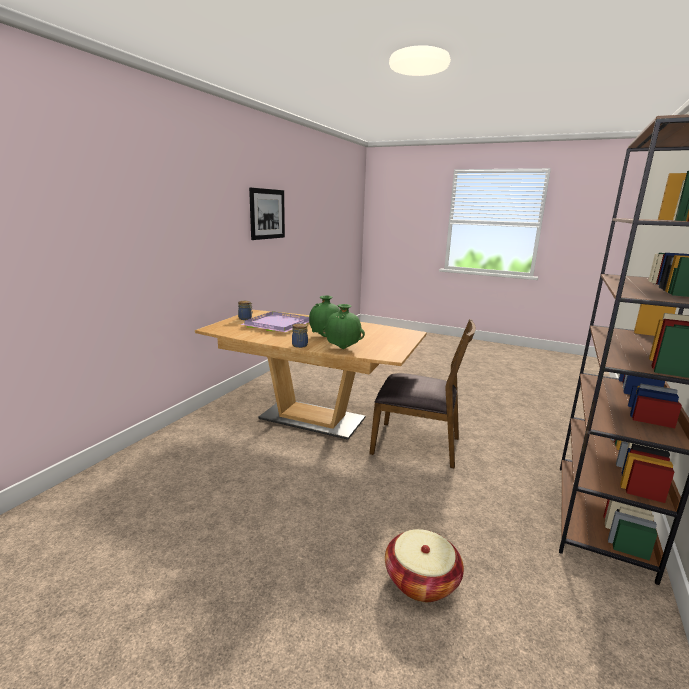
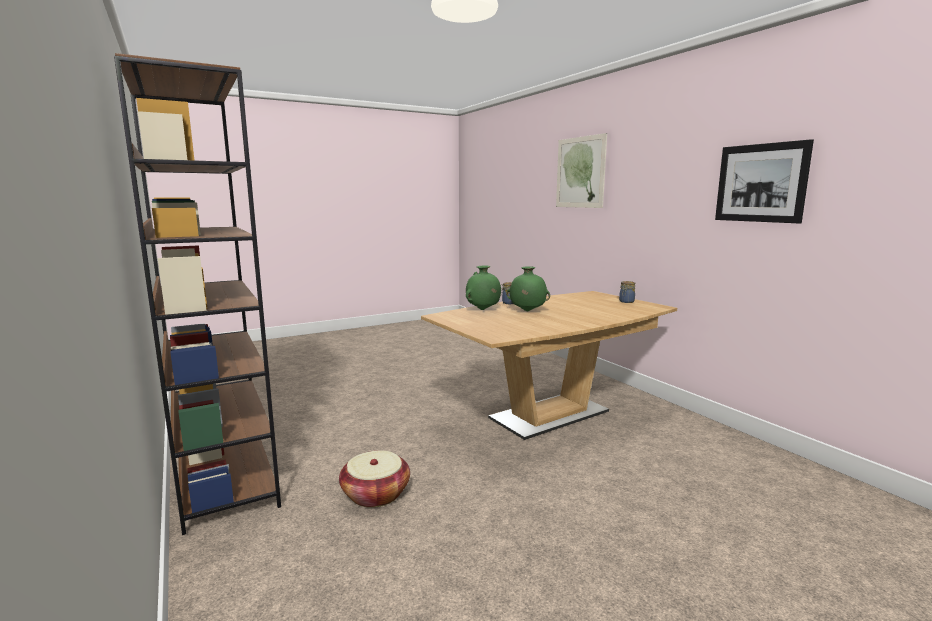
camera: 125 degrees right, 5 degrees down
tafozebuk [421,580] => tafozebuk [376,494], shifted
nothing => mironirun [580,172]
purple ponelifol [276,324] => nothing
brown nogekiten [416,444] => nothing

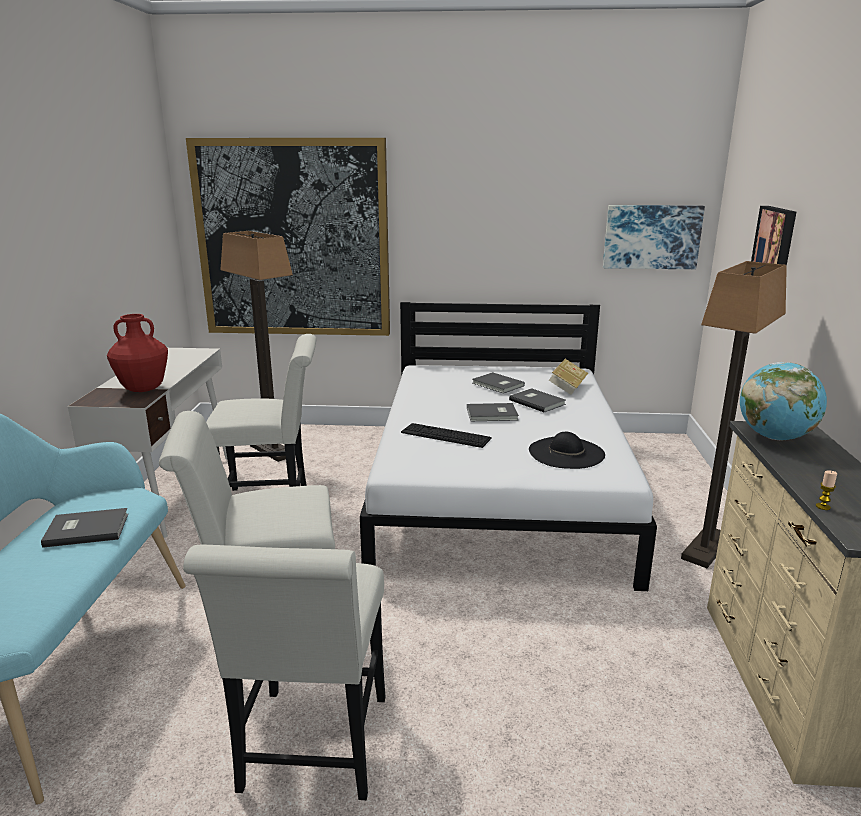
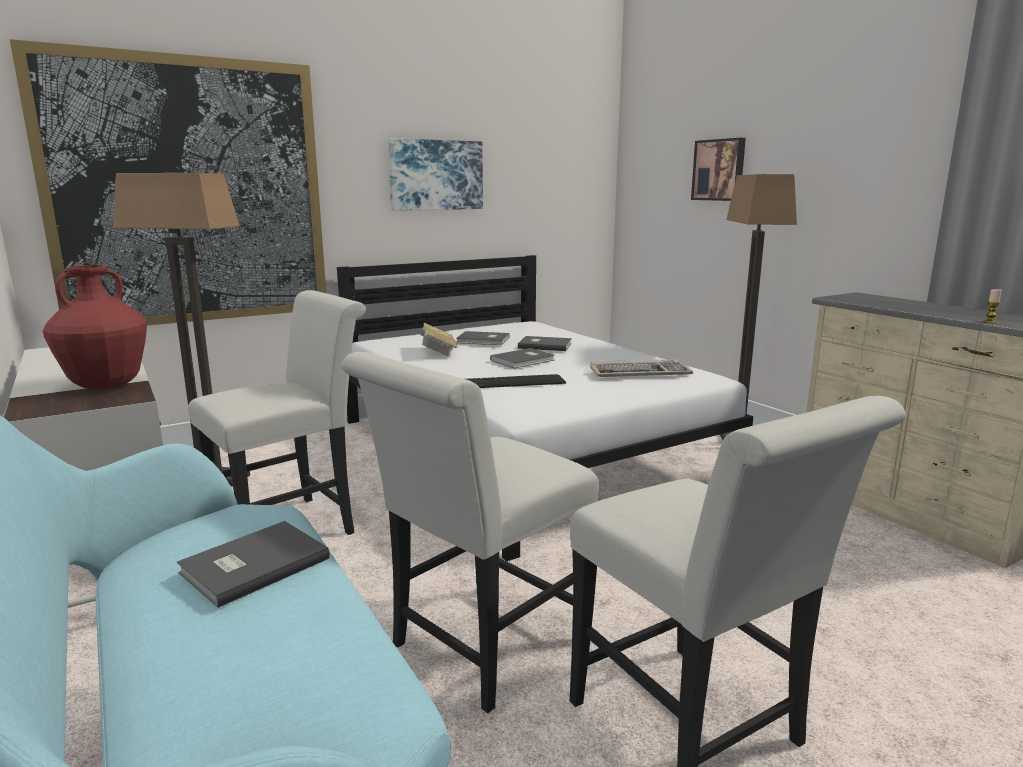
camera: 35 degrees left, 5 degrees down
mironirun [651,237] => mironirun [435,175], shifted
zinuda [567,387] => zinuda [438,352], shifted
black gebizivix [566,452] => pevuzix [640,372]
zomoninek [775,437] => nothing

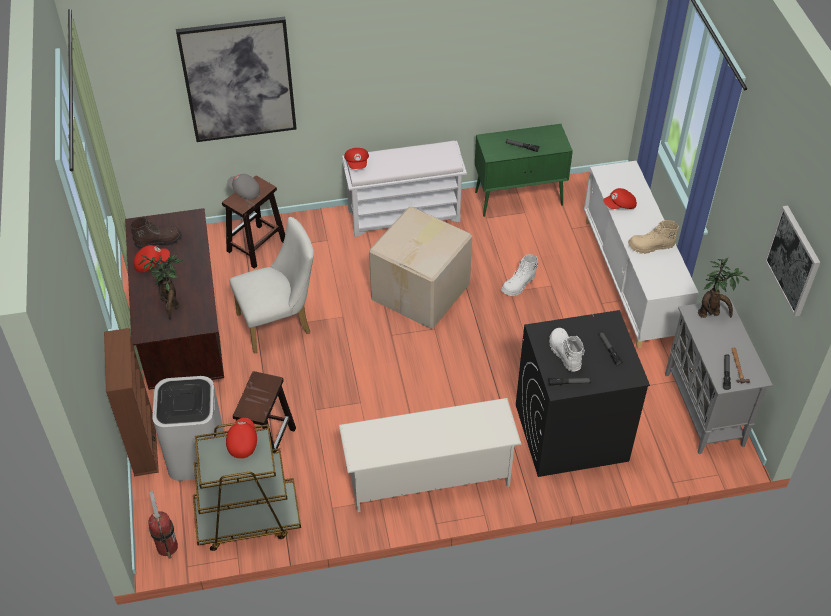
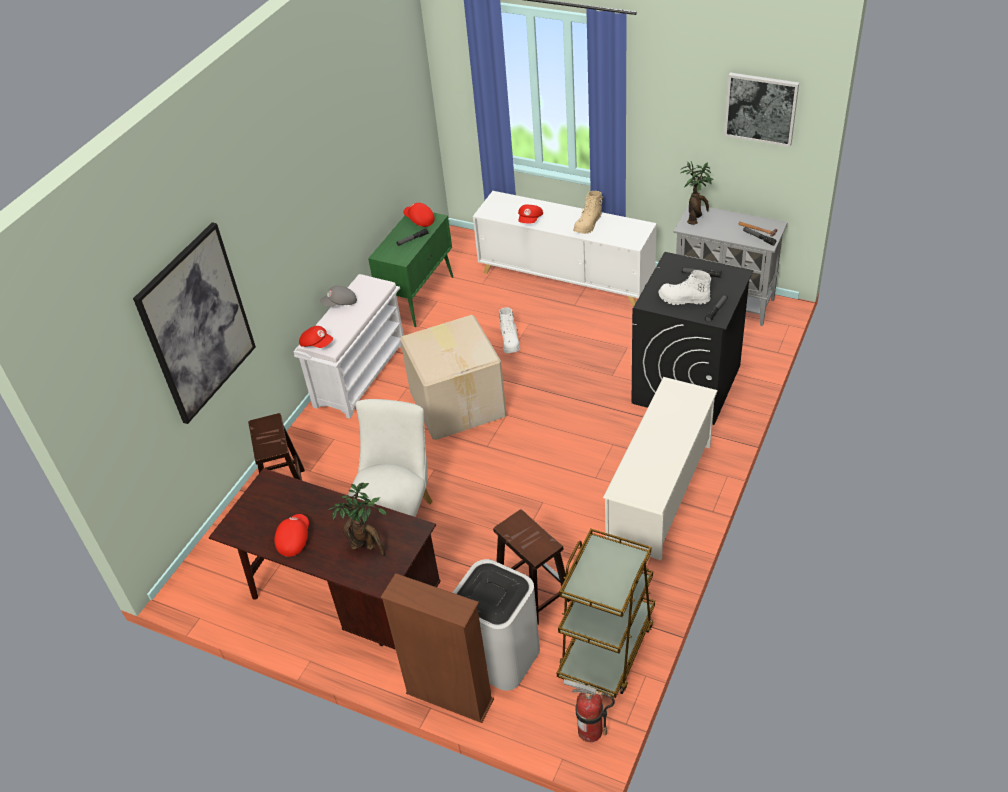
camera: 50 degrees left, 5 degrees down
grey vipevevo [244,191] => grey vipevevo [340,304], shifted
red vipevevo [242,442] => red vipevevo [419,220], shifted
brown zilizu [158,241] => nothing

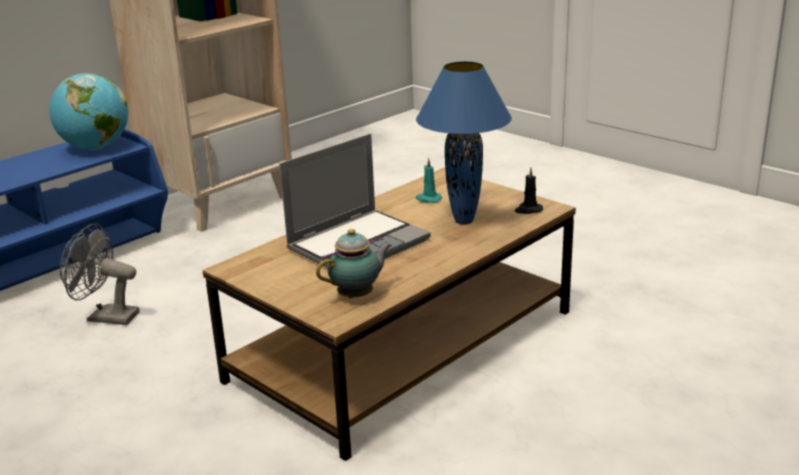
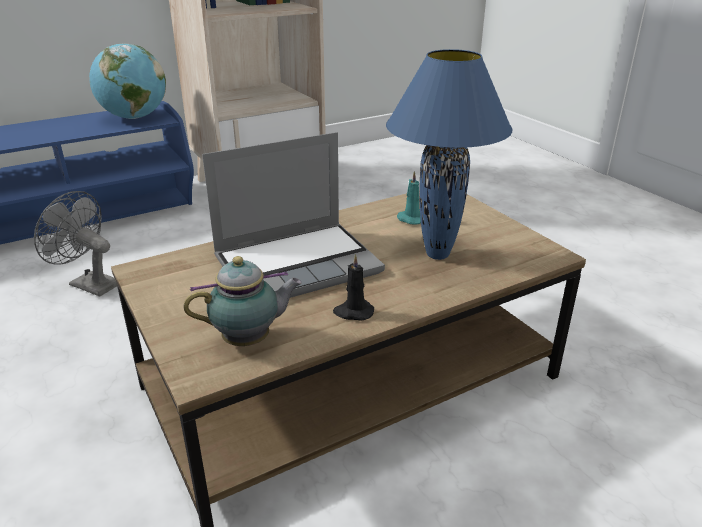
camera: 15 degrees right, 5 degrees up
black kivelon [528,210] => black kivelon [353,312], shifted

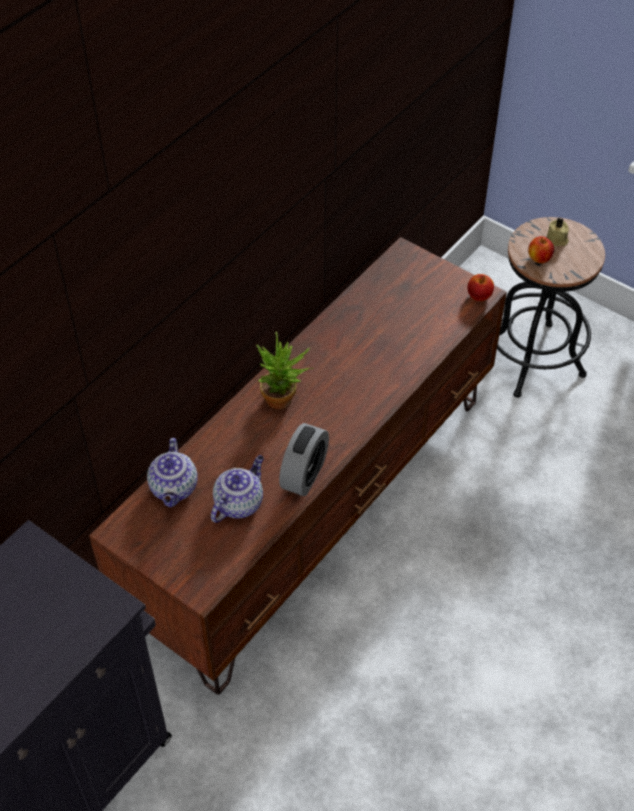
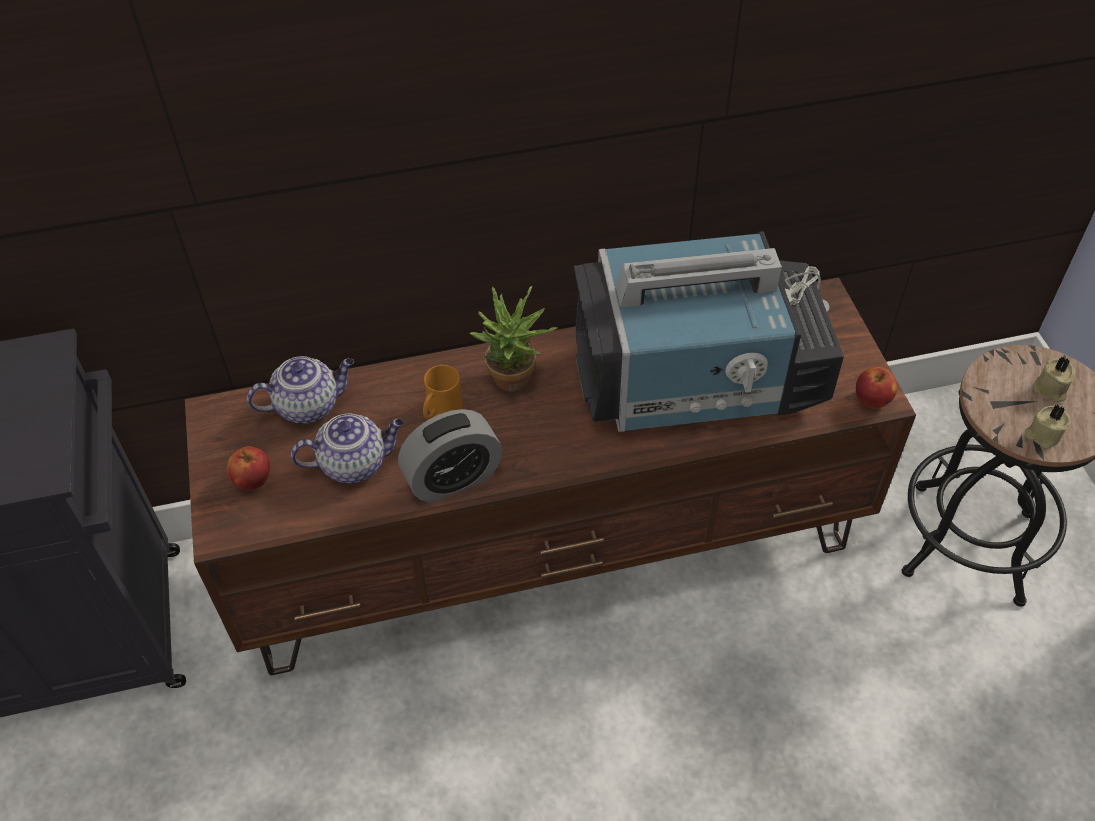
camera: 40 degrees right, 0 degrees up
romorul [539,259] => romorul [253,480], shifted
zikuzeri [174,489] => zikuzeri [309,405], 150 degrees counterclockwise
nothing => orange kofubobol [441,411]
nothing => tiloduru [700,378]
nothing => beige kivelon [1042,435]

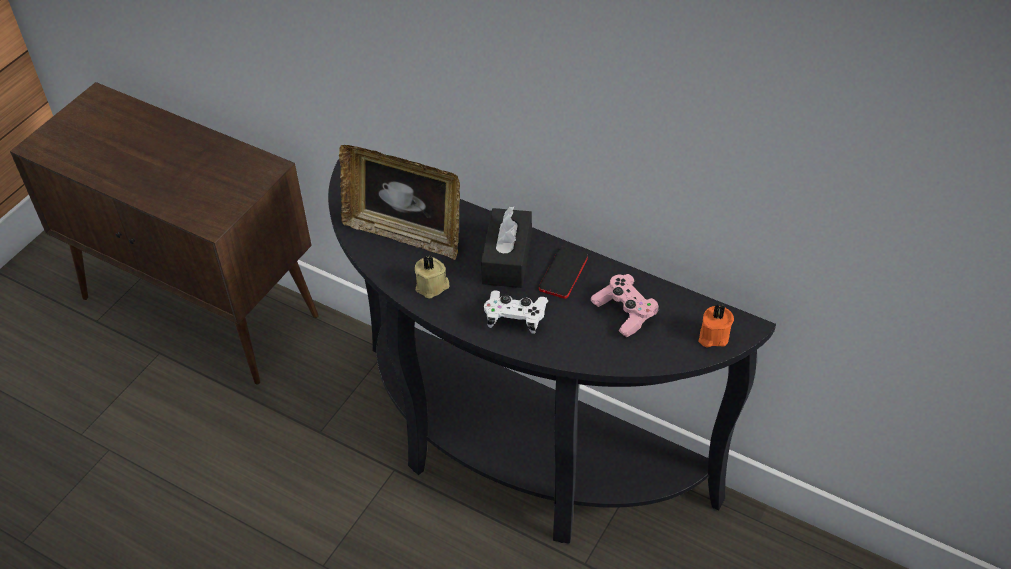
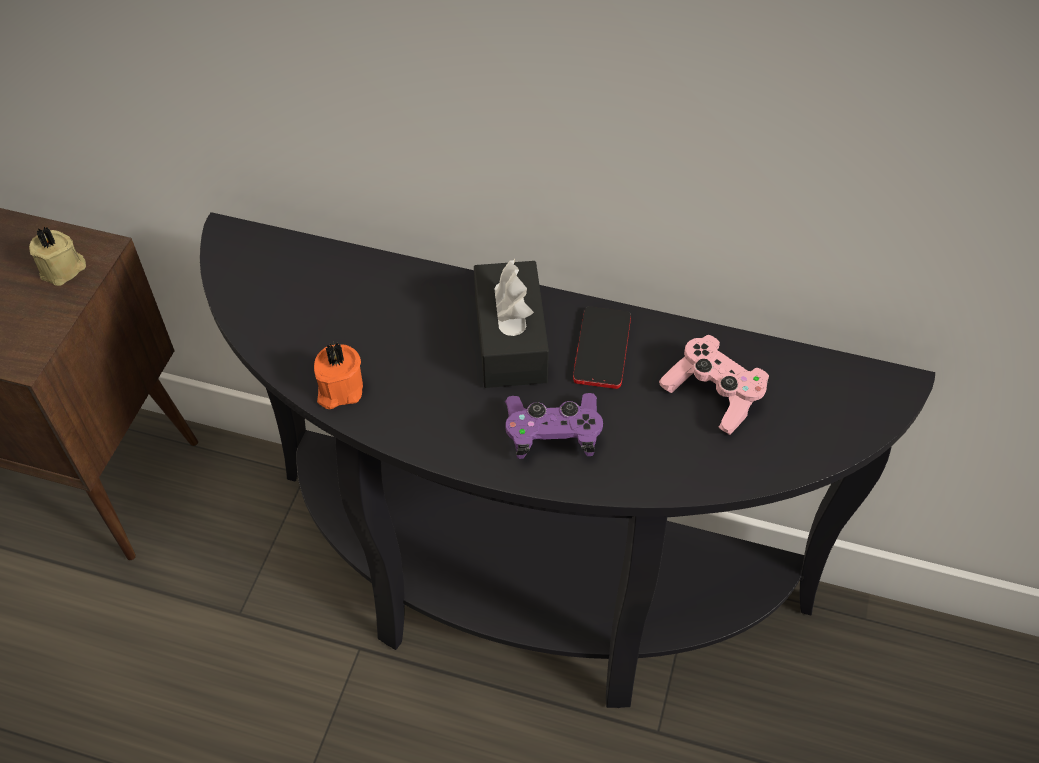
camera: 15 degrees left, 5 degrees up
beige kivelon [432,286] => beige kivelon [63,269], shifted
orange kivelon [713,336] => orange kivelon [339,389], shifted
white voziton [515,318] => purple voziton [552,434]
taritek [404,233] => nothing

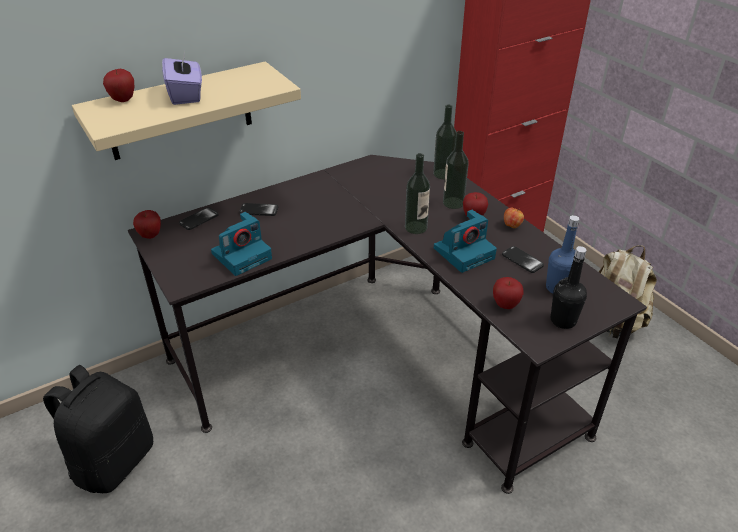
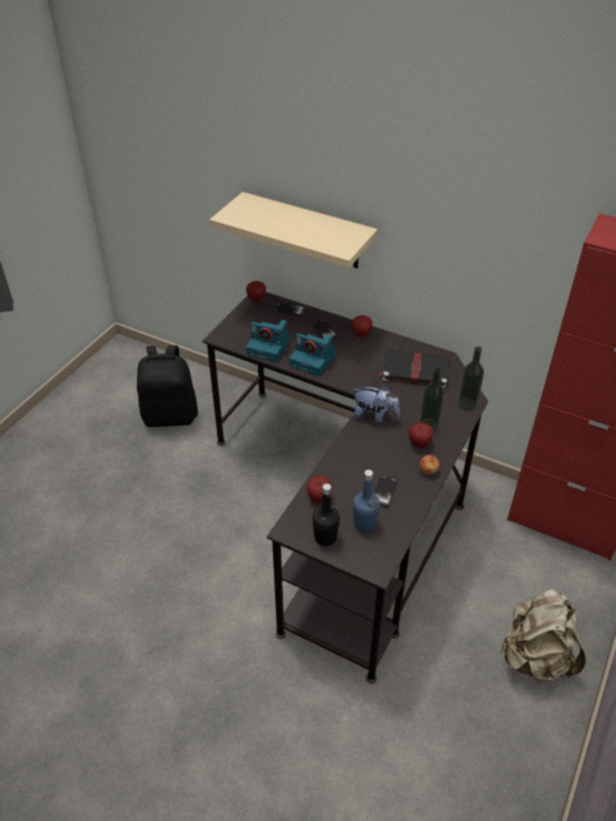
camera: 60 degrees right, 5 degrees up
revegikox [464,252] => revegikox [314,360], shifted
romorul [123,100] => romorul [361,335], shifted
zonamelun [416,227] => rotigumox [374,416]
nothing => black zinuda [414,370]
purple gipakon [186,95] => nothing

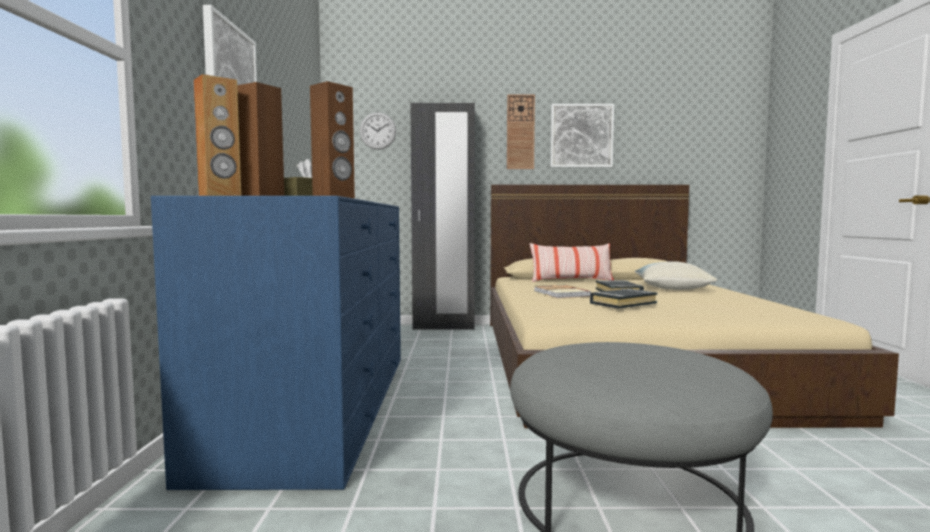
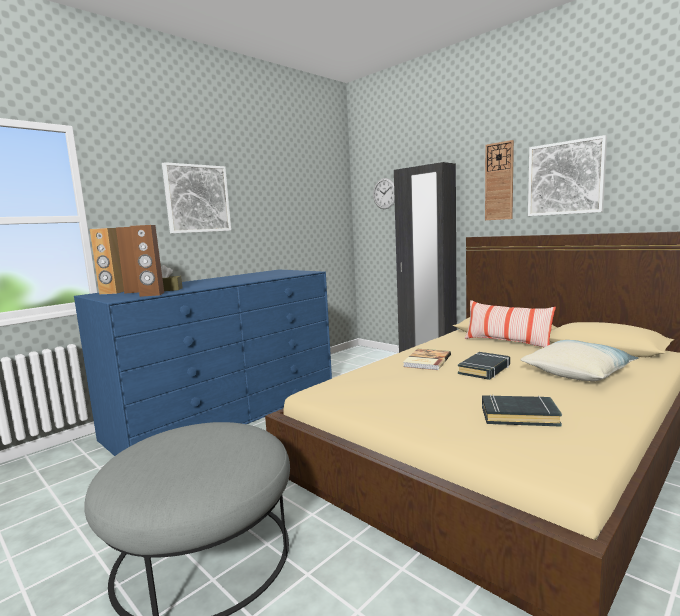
camera: 45 degrees right, 5 degrees up
black zinuda [622,303] => black zinuda [519,415], shifted

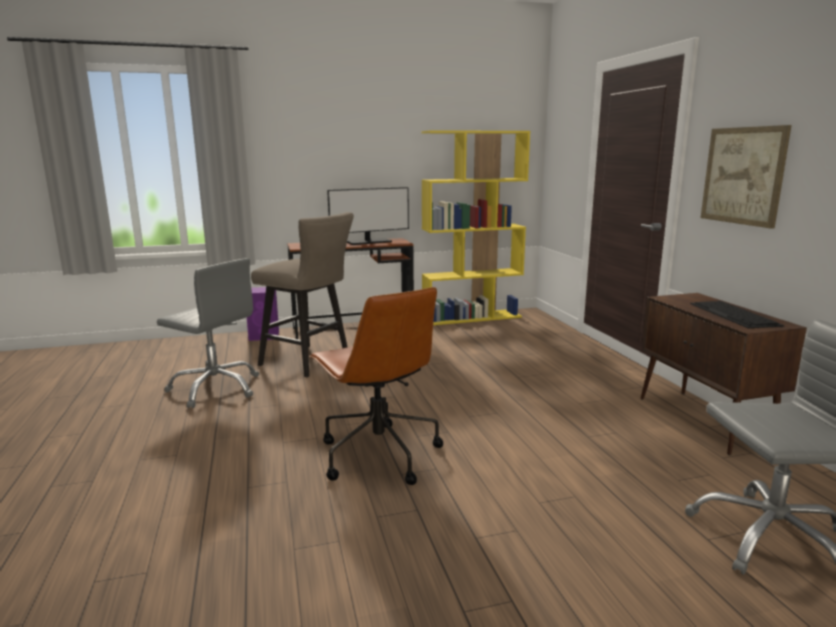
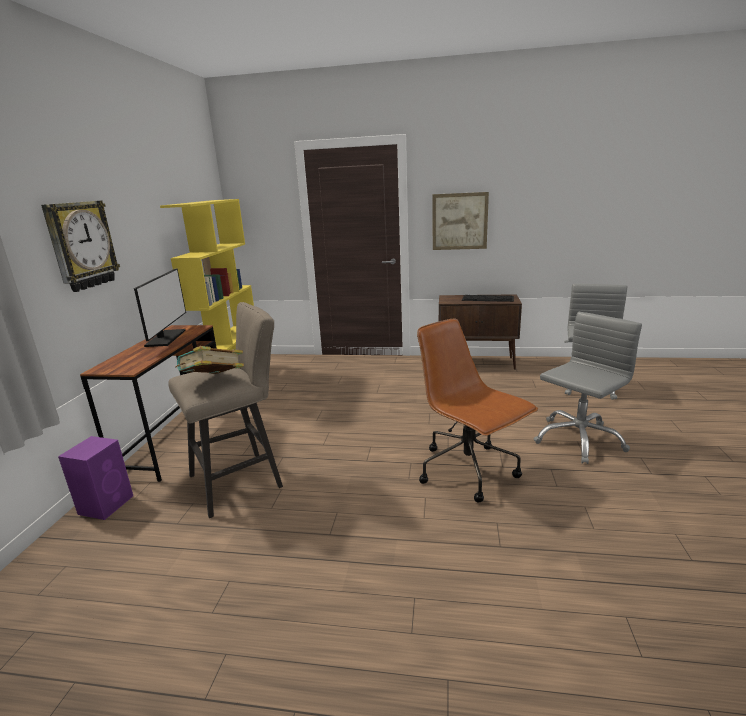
camera: 65 degrees left, 5 degrees up
nothing => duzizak [81,245]
nothing => zinuda [213,381]
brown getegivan [378,454] => brown getegivan [469,471], 120 degrees counterclockwise
grey getegivan [216,388] => grey getegivan [578,439], shifted

